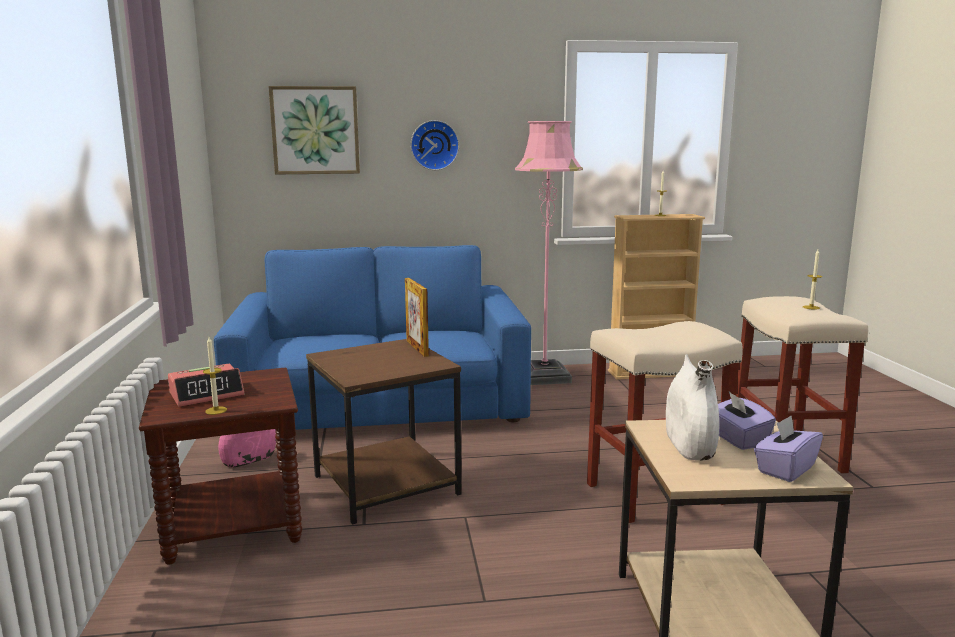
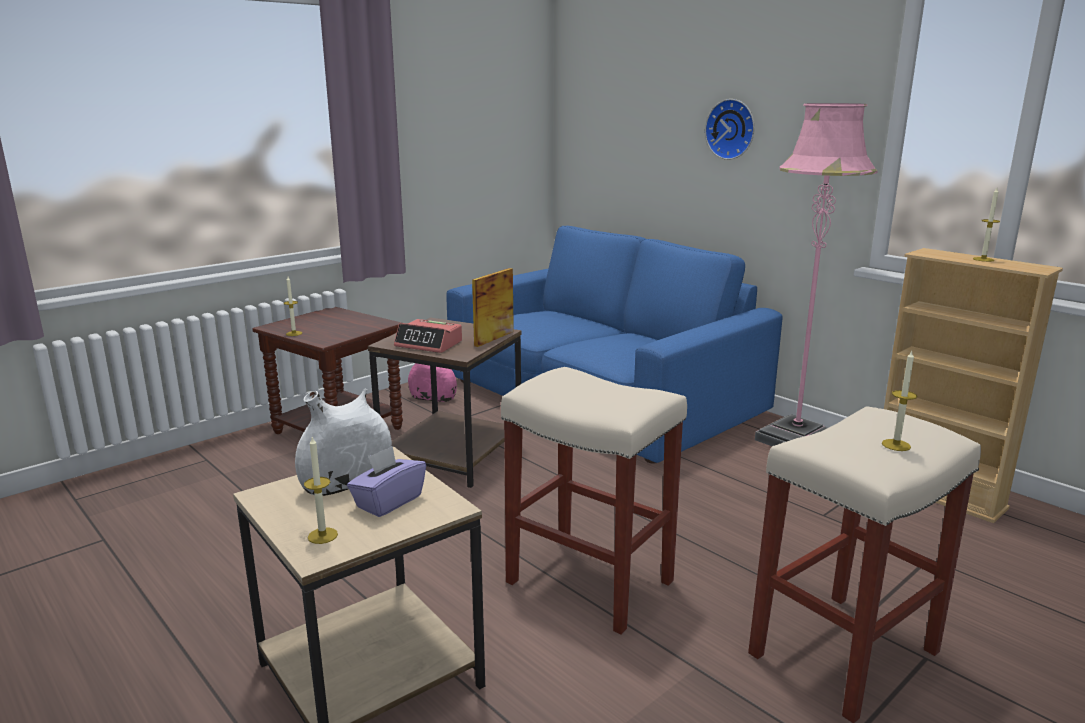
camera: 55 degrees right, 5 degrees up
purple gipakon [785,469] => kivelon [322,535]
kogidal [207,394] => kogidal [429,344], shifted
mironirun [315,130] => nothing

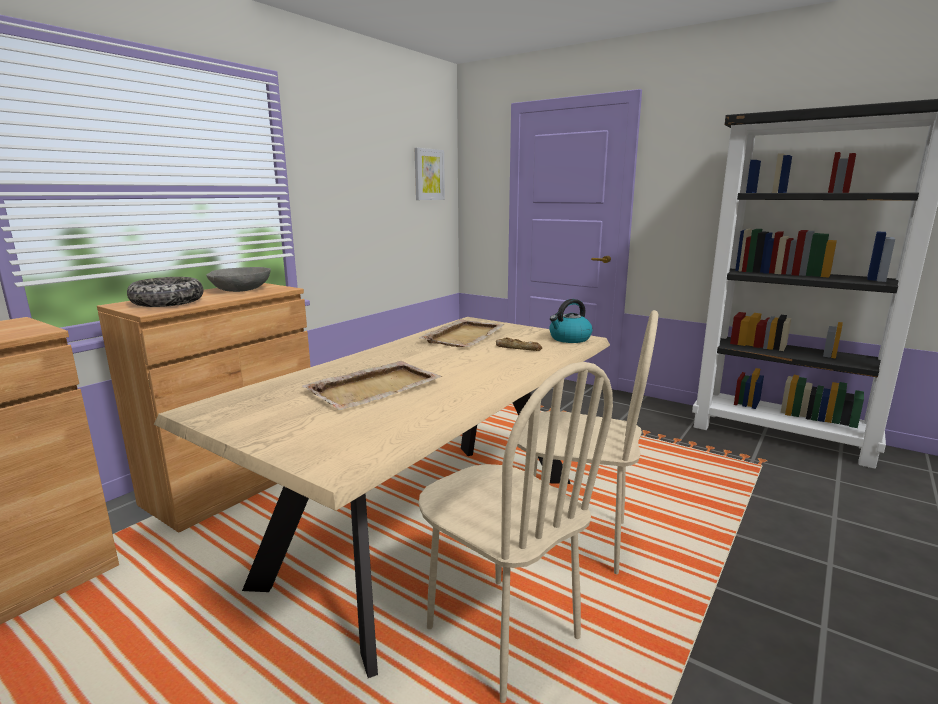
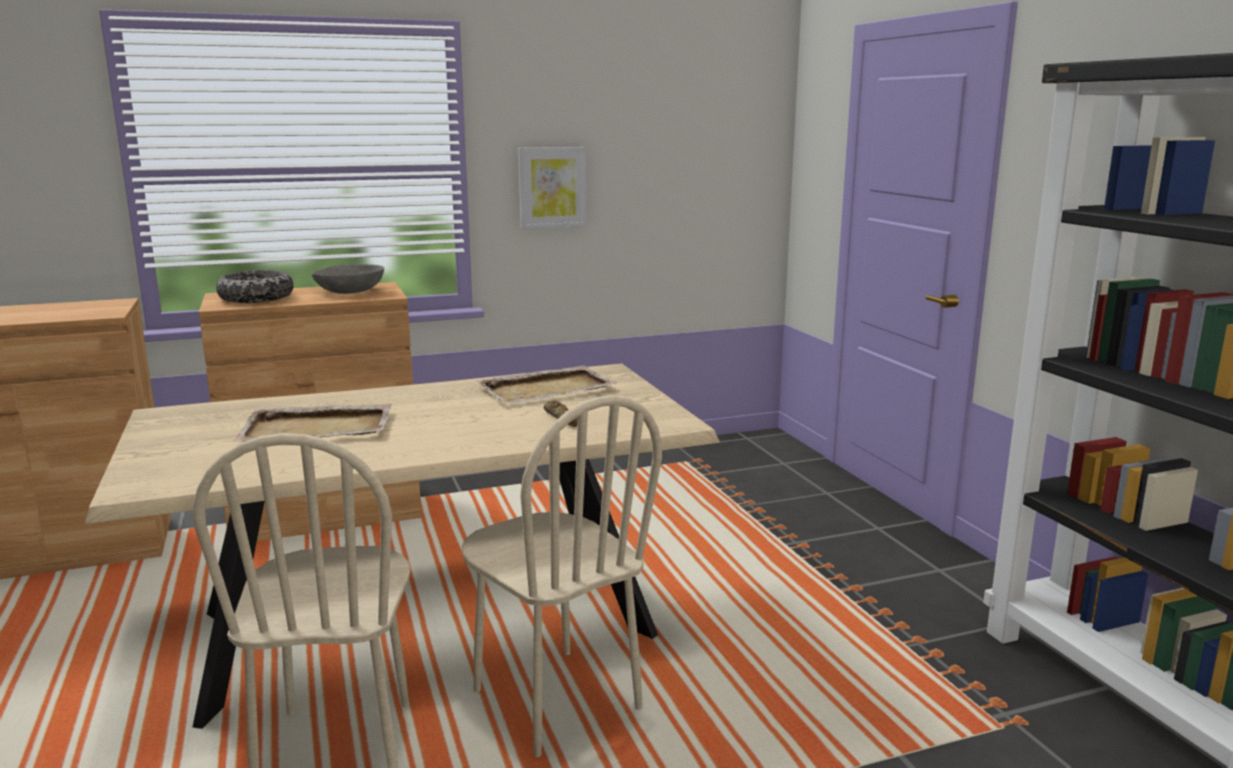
camera: 35 degrees right, 0 degrees up
mironirun [428,174] => mironirun [552,187], shifted
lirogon [569,339] => nothing

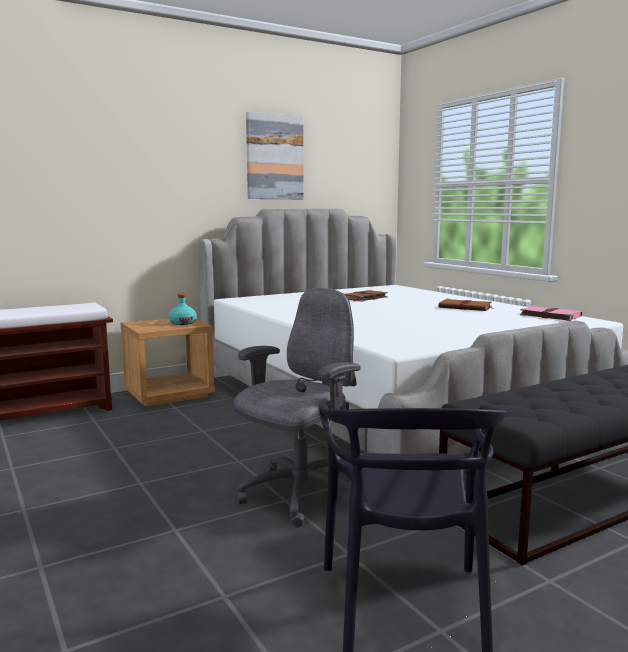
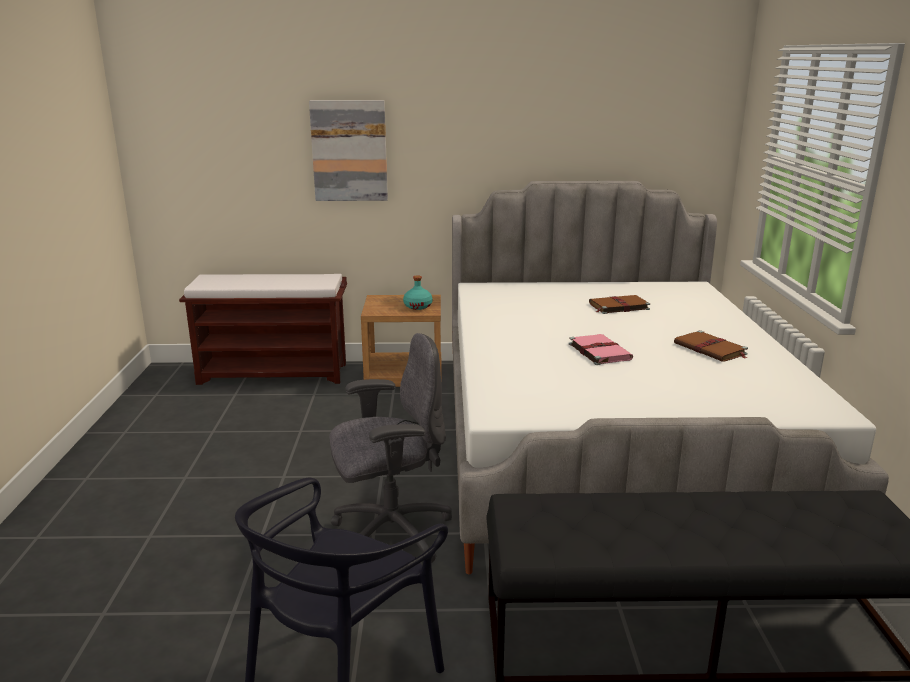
camera: 30 degrees right, 10 degrees up
mironirun [274,157] => mironirun [349,151], shifted
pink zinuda [549,315] => pink zinuda [599,351], shifted

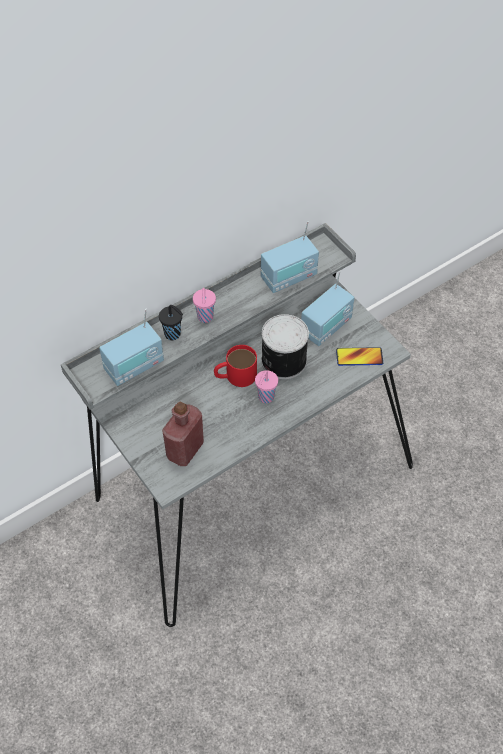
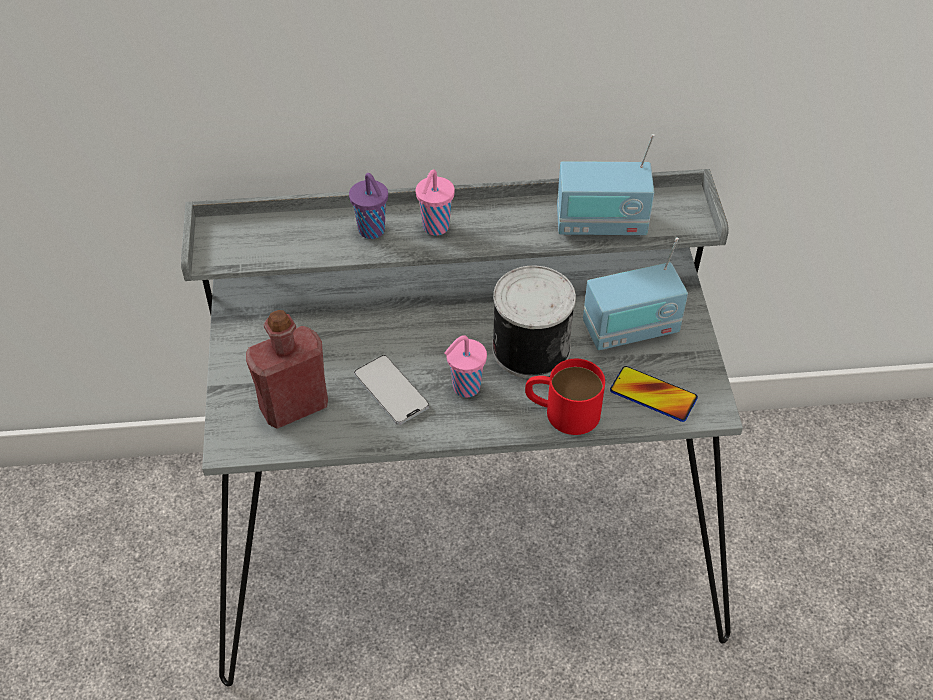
camera: 30 degrees right, 5 degrees down
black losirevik [173,334] => purple losirevik [372,231]
nothing => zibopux [391,391]
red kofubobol [235,376] => red kofubobol [562,410], shifted
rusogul [134,367] => nothing

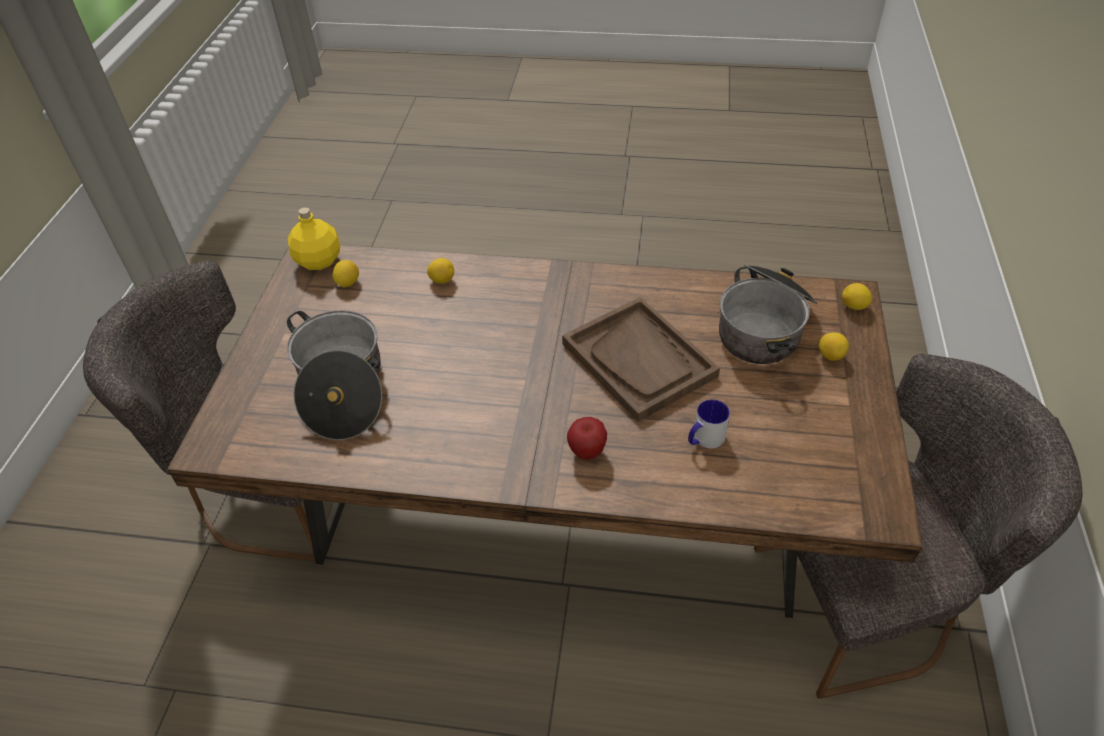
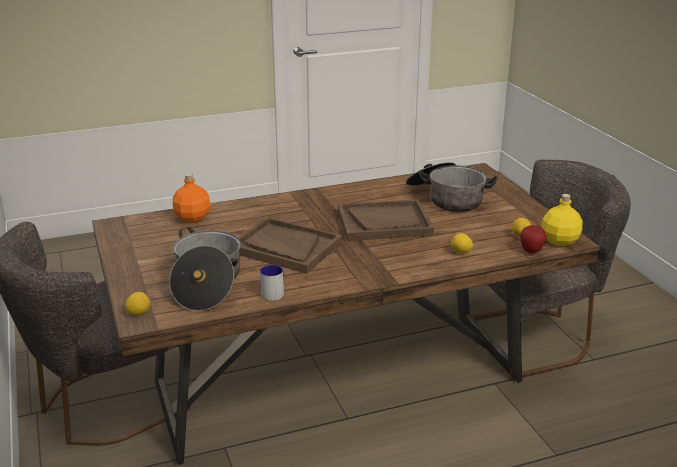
camera: 150 degrees right, 20 degrees down
nothing => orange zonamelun [192,218]
kofubobol [704,439] => kofubobol [274,292], shifted
nothing => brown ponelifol [384,223]
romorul [587,452] => romorul [531,251], shifted
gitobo [830,355] => nothing

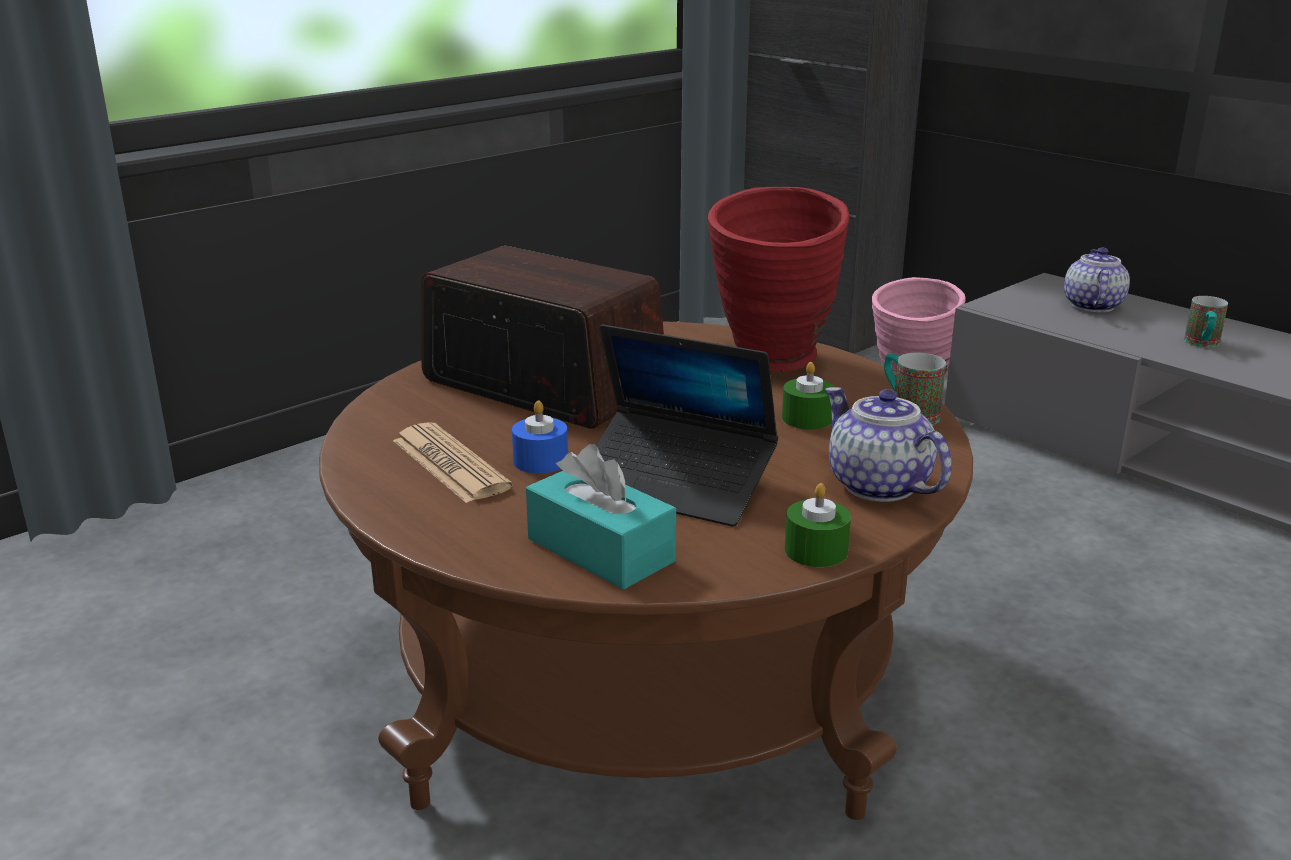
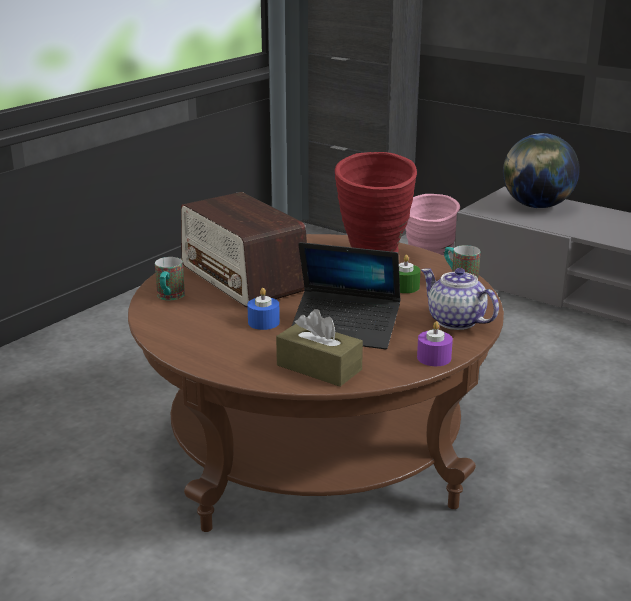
camera: 10 degrees left, 0 degrees up
kofubobol [1202,344] => kofubobol [169,297], shifted
rusogul [542,384] => rusogul [244,278], 150 degrees counterclockwise
turquoise gipakon [600,550] => brown gipakon [319,367]
green kivelon [816,550] => purple kivelon [434,358]
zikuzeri [1091,305] => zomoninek [536,206]
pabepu [450,464] => nothing

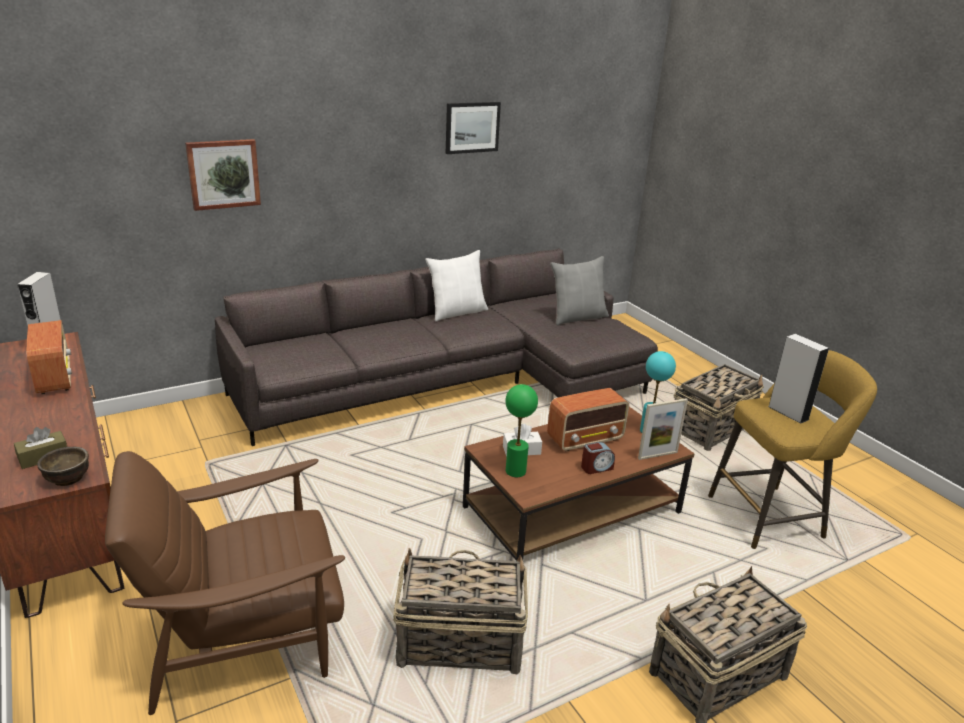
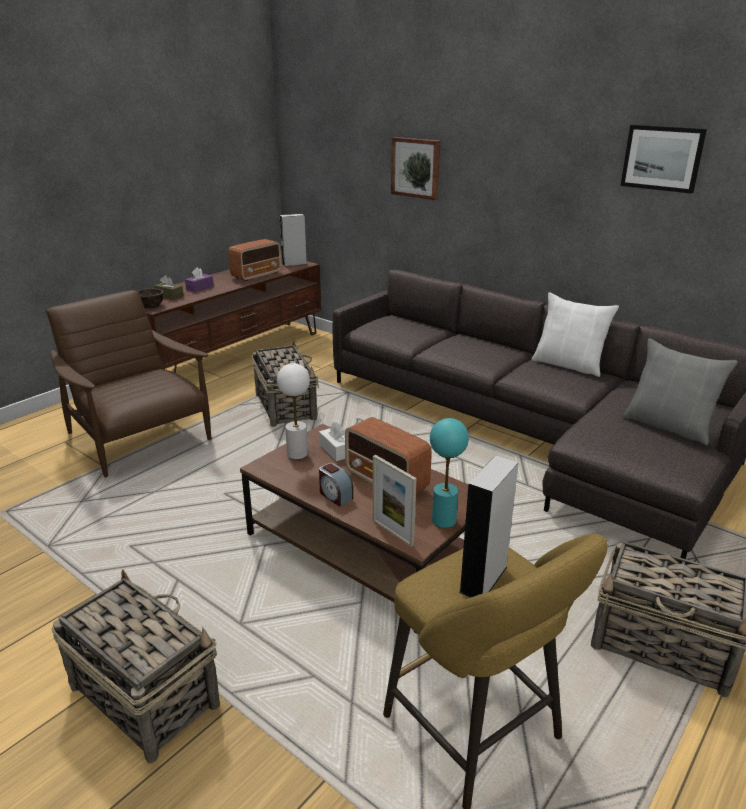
camera: 70 degrees right, 0 degrees up
nothing => purple gipakon [200,288]
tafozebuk [458,642] => tafozebuk [285,406], shifted
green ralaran [515,471] => white ralaran [297,453]

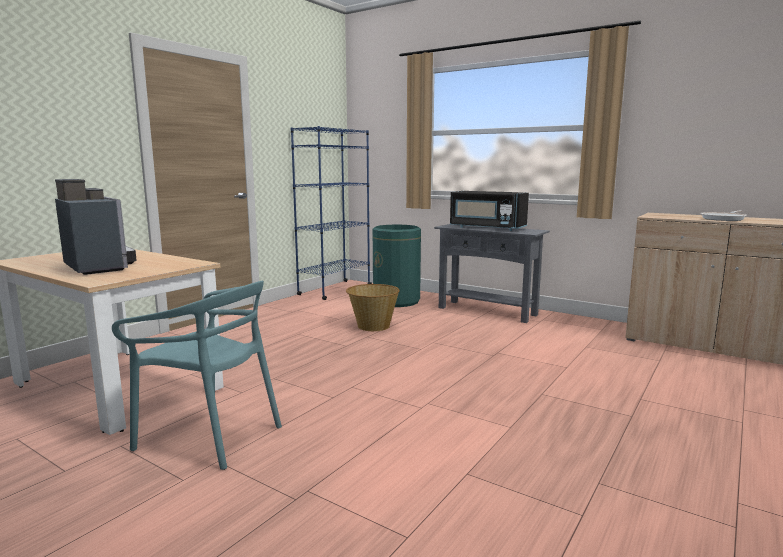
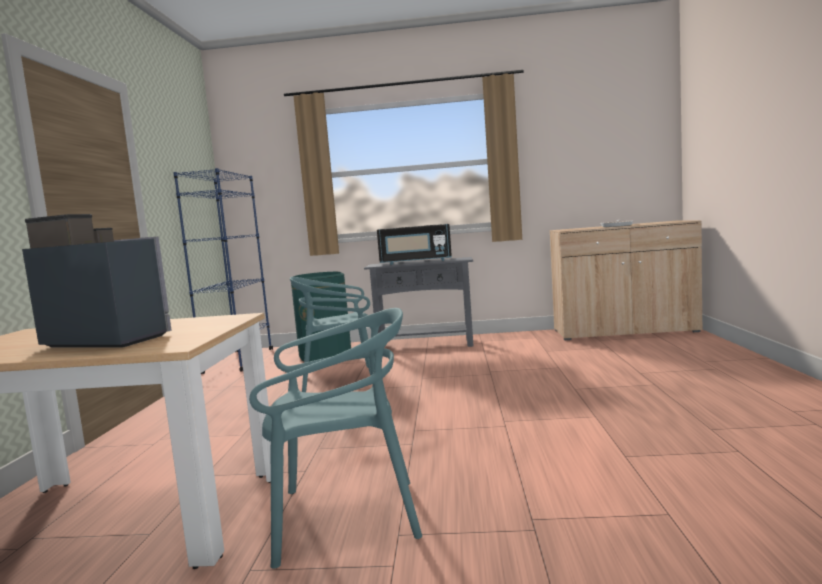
camera: 30 degrees left, 5 degrees down
tafozebuk [373,326] => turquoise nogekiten [340,380]

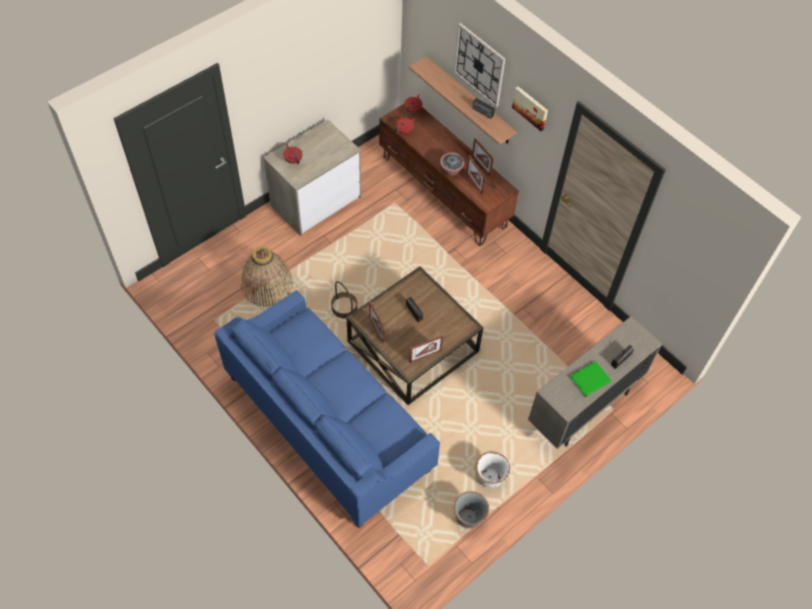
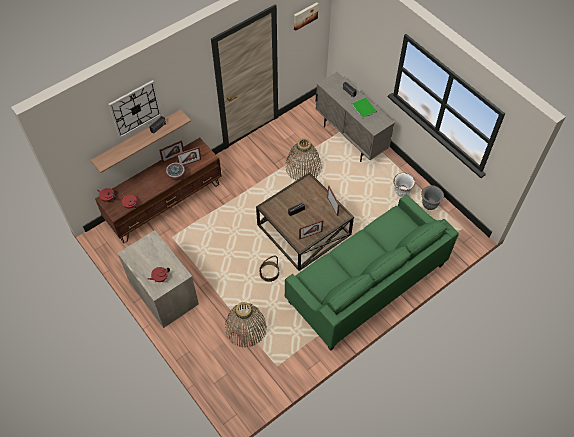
camera: 85 degrees left, 0 degrees up
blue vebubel [328,422] => green vebubel [366,283]
nothing => tafozebuk [303,167]
mironirun [531,107] => mironirun [305,15], shifted

